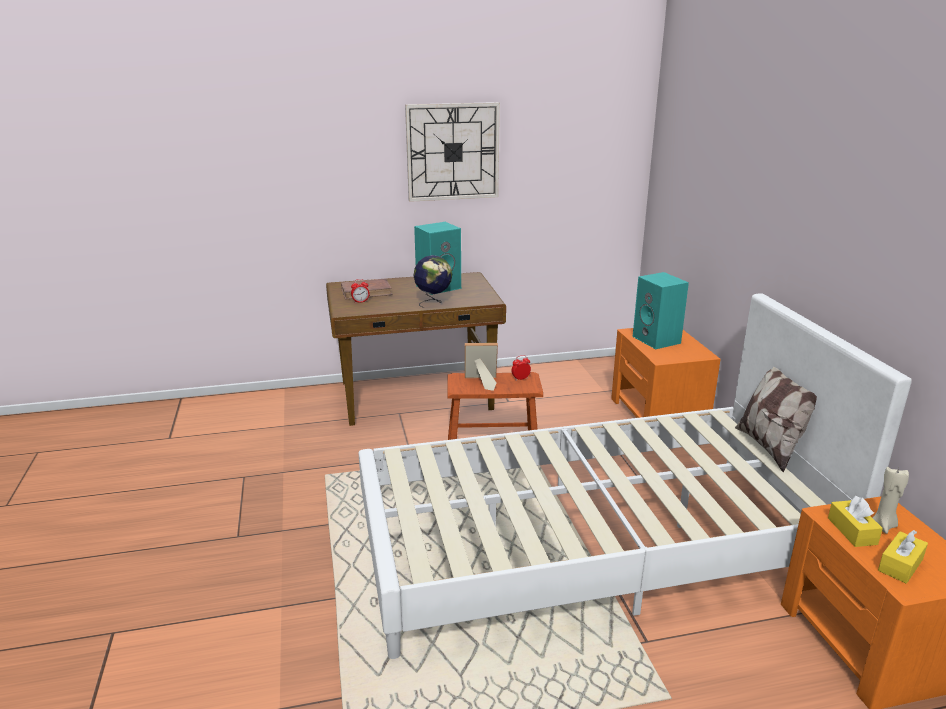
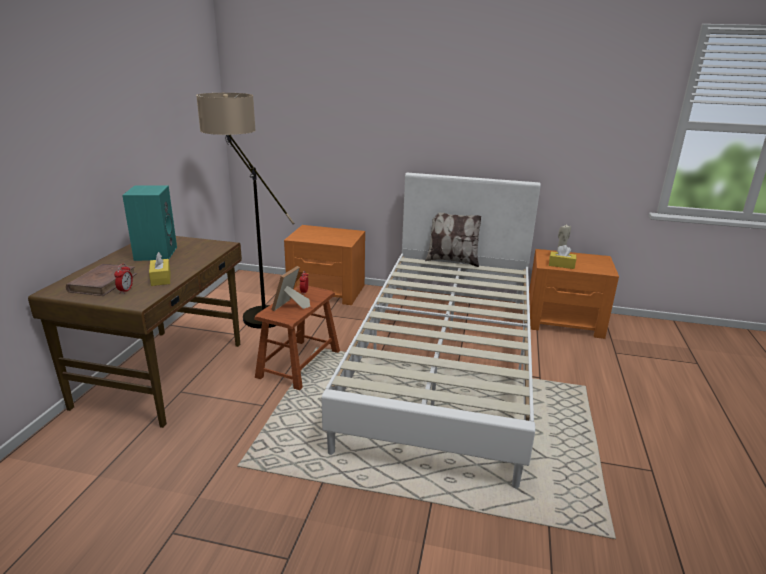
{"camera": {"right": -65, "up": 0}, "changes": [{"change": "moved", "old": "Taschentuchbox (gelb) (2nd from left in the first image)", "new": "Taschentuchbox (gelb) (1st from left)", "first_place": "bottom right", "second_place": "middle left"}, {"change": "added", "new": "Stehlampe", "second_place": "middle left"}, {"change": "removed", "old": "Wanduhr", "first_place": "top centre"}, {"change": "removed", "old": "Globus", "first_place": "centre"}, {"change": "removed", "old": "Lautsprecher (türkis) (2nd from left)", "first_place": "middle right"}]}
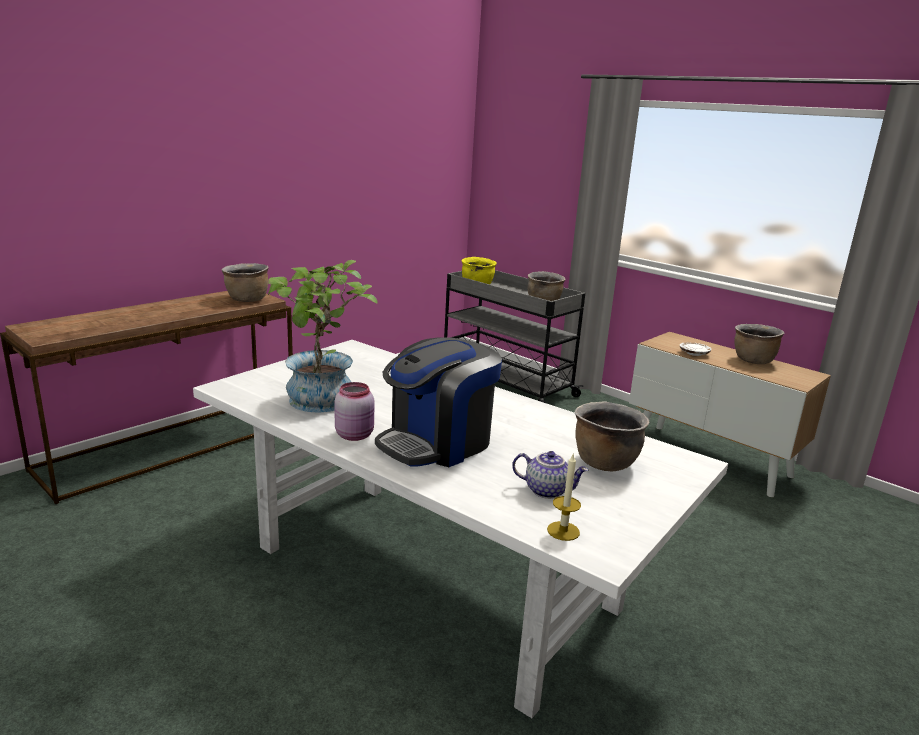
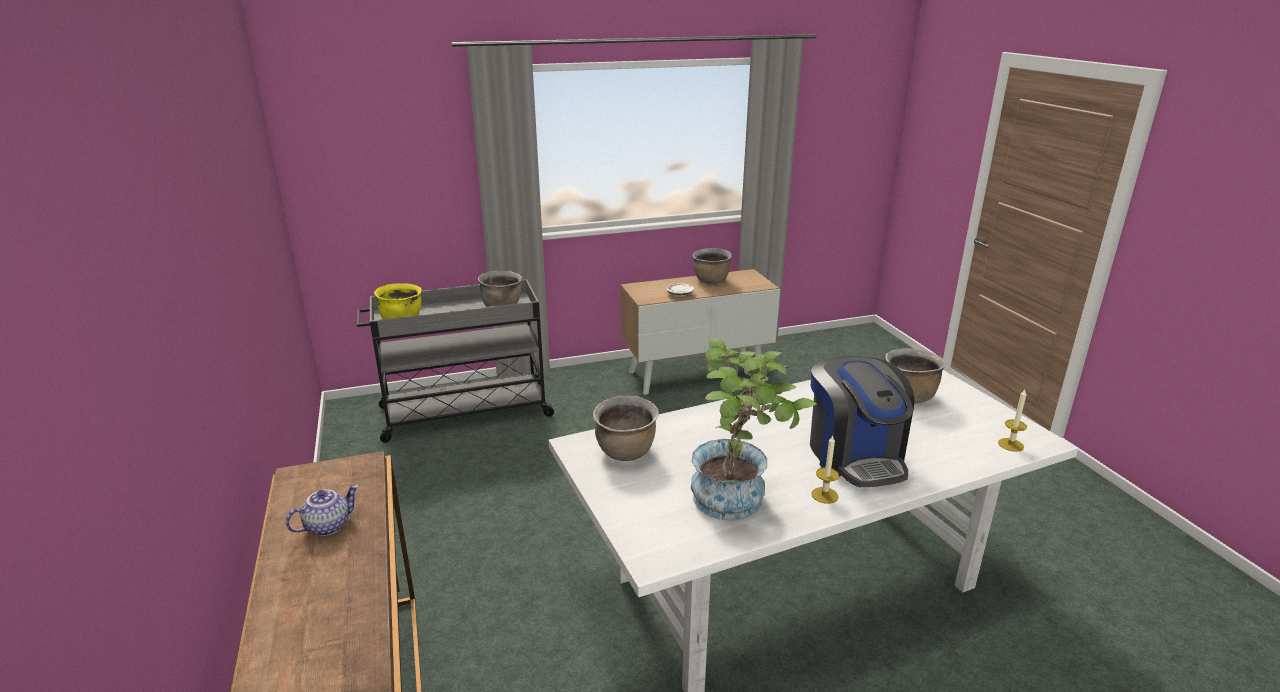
{"camera": {"right": -60, "up": 5}, "changes": [{"change": "moved", "old": "Teekanne", "first_place": "centre", "second_place": "bottom left"}, {"change": "moved", "old": "Kochtopf (braun) (1st from left in the first image)", "new": "Kochtopf (braun) (2nd from left)", "first_place": "middle left", "second_place": "centre"}, {"change": "replaced", "old": "Vorratsglas (rosa)", "new": "Kerze (1st from left)", "first_place": "centre", "second_place": "bottom centre"}]}
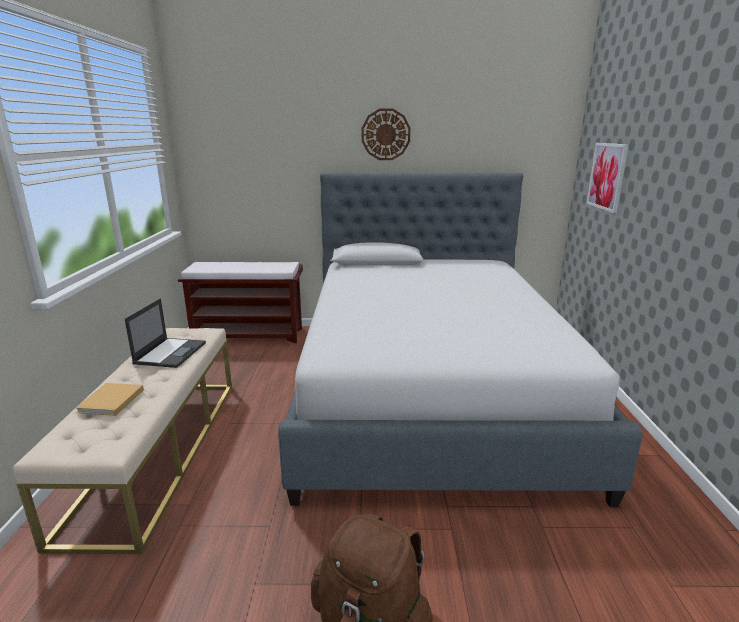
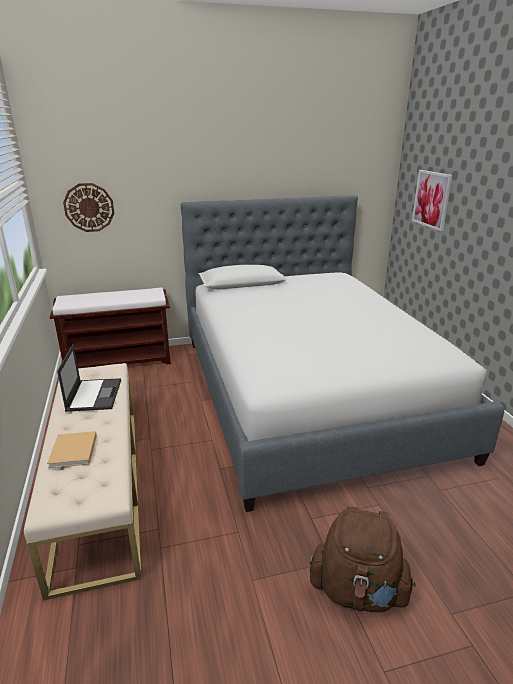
{"camera": {"right": -15, "up": 5}, "changes": [{"change": "moved", "old": "Wanduhr", "first_place": "top centre", "second_place": "top left"}]}
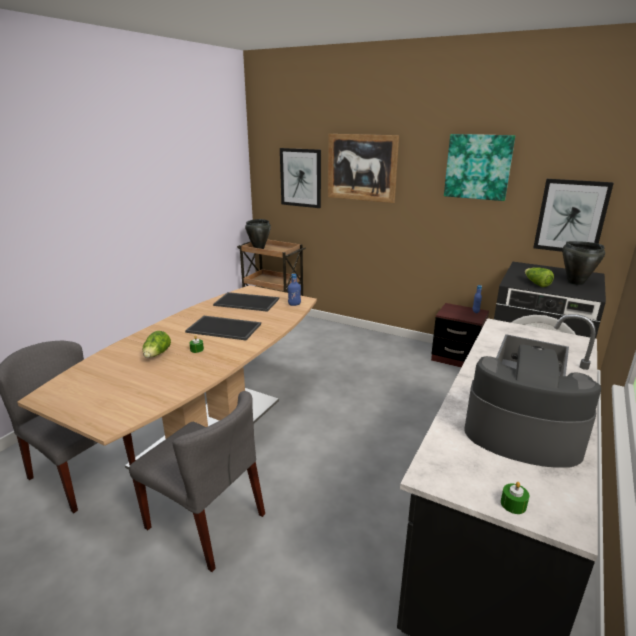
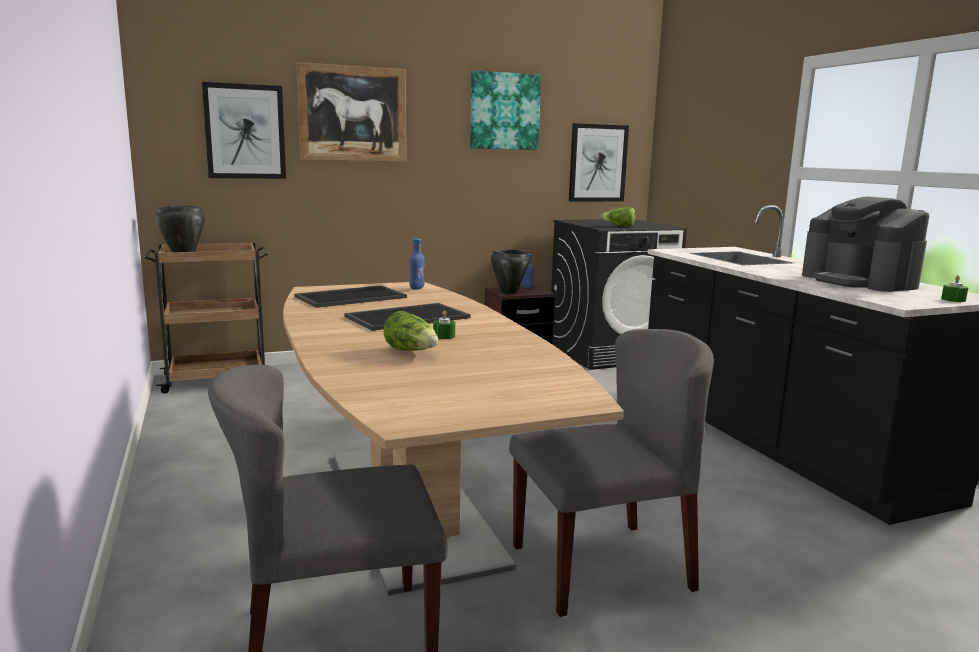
{"camera": {"right": -50, "up": -10}, "changes": [{"change": "moved", "old": "Kochtopf (schwarz) (2nd from left)", "first_place": "middle right", "second_place": "centre"}, {"change": "turned", "old": "Kaffeemaschine", "first_place": "middle right", "second_place": "middle right", "degrees": -90}]}
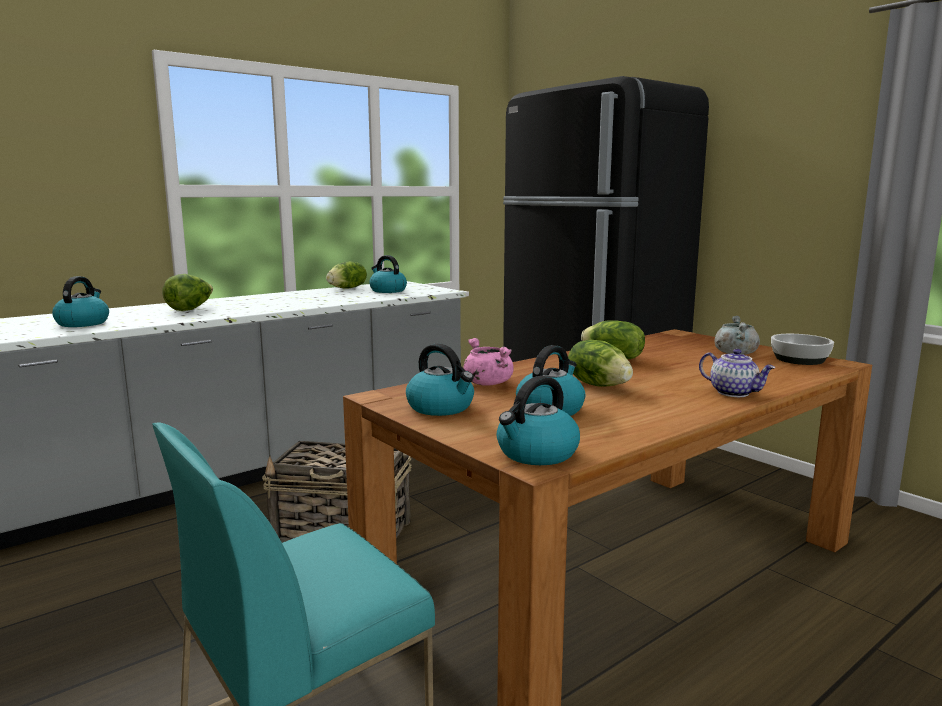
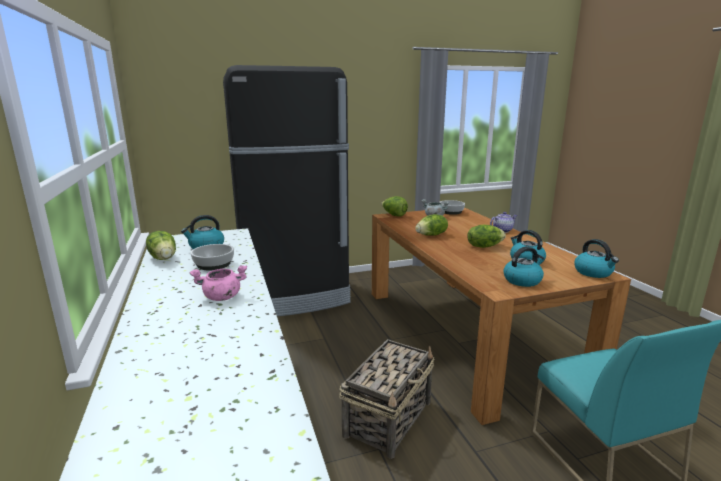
{"camera": {"right": -70, "up": 5}, "changes": [{"change": "moved", "old": "Kochtopf (rosa)", "first_place": "centre", "second_place": "middle left"}, {"change": "added", "new": "Schüssel (1st from left)", "second_place": "middle left"}, {"change": "moved", "old": "Salatkopf (1st from left in the first image)", "new": "Salatkopf (2nd from left)", "first_place": "middle left", "second_place": "centre"}, {"change": "removed", "old": "Wasserkessel (1st from left)", "first_place": "middle left"}]}
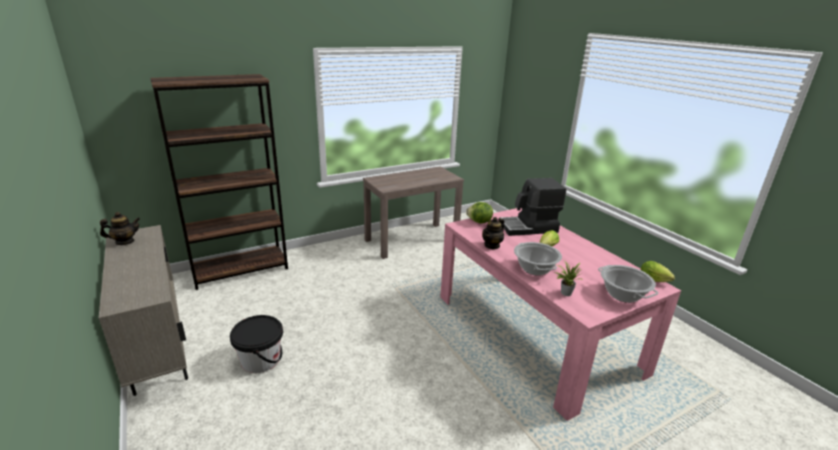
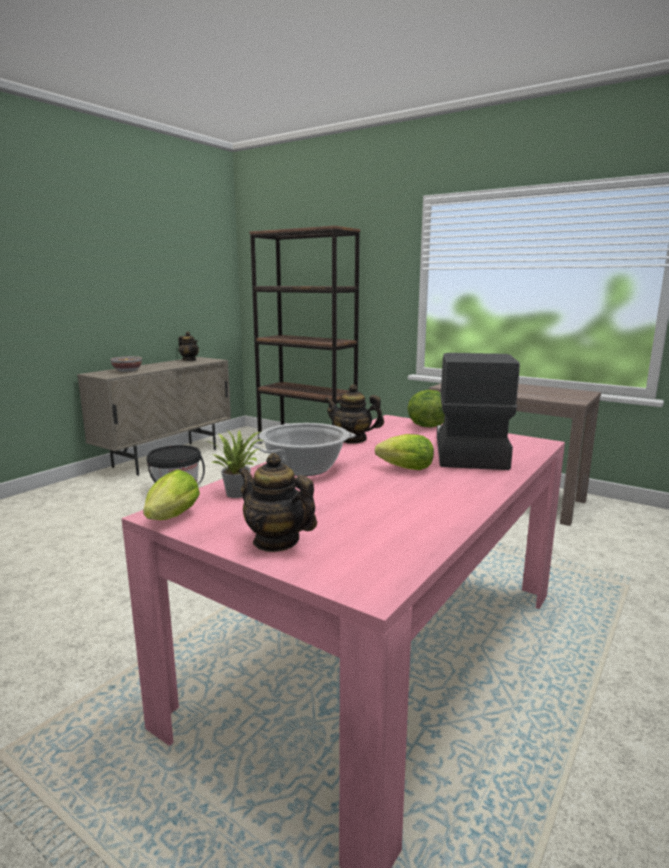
{"camera": {"right": 65, "up": -10}, "changes": [{"change": "added", "new": "Schüssel", "second_place": "middle left"}, {"change": "moved", "old": "Salatkopf (3rd from left in the first image)", "new": "Salatkopf (1st from left)", "first_place": "middle right", "second_place": "middle left"}, {"change": "replaced", "old": "Kochtopf (2nd from left)", "new": "Teekanne (2nd from left)", "first_place": "middle right", "second_place": "centre"}, {"change": "turned", "old": "Kaffeemaschine", "first_place": "centre", "second_place": "middle right", "degrees": 45}]}
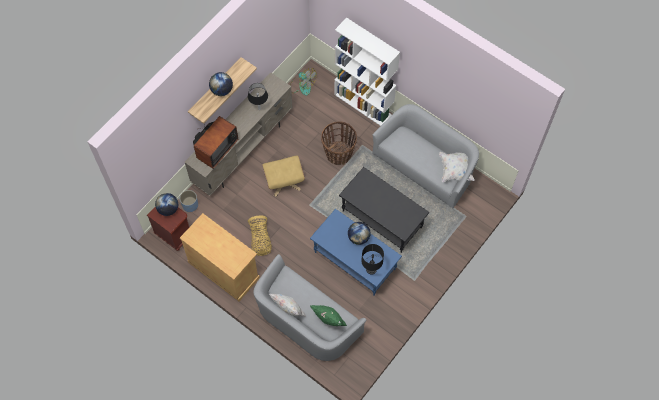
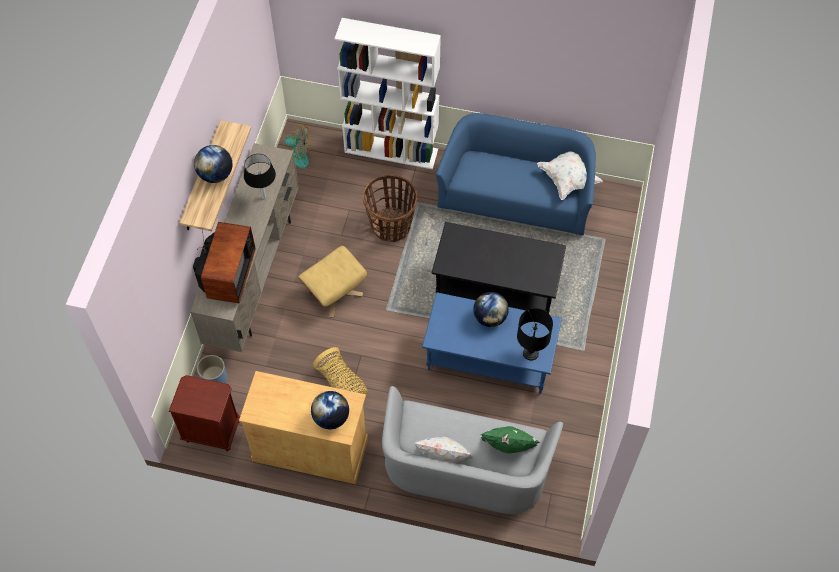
{"camera": {"right": -25, "up": -5}, "changes": [{"change": "moved", "old": "Globus (1st from left in the first image)", "new": "Globus (2nd from left)", "first_place": "middle left", "second_place": "bottom centre"}, {"change": "recoloured", "old": "Sofa (grau) (2nd from left)", "new": "Sofa (blau)", "first_place": "centre", "second_place": "top centre"}]}
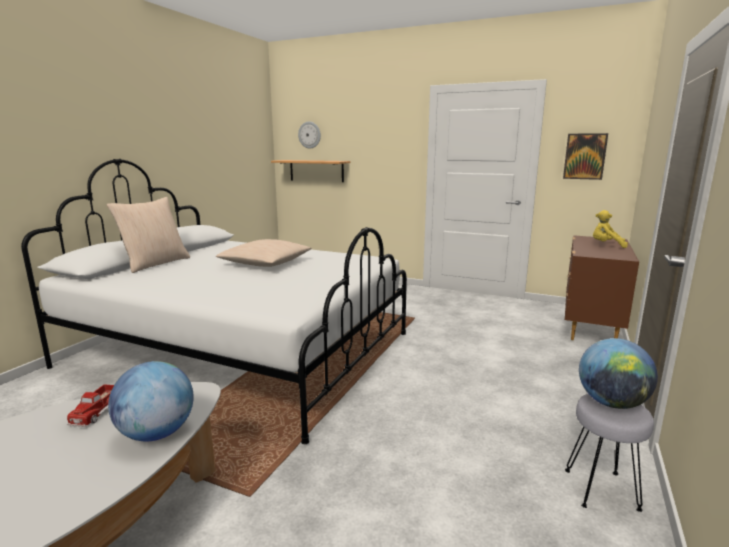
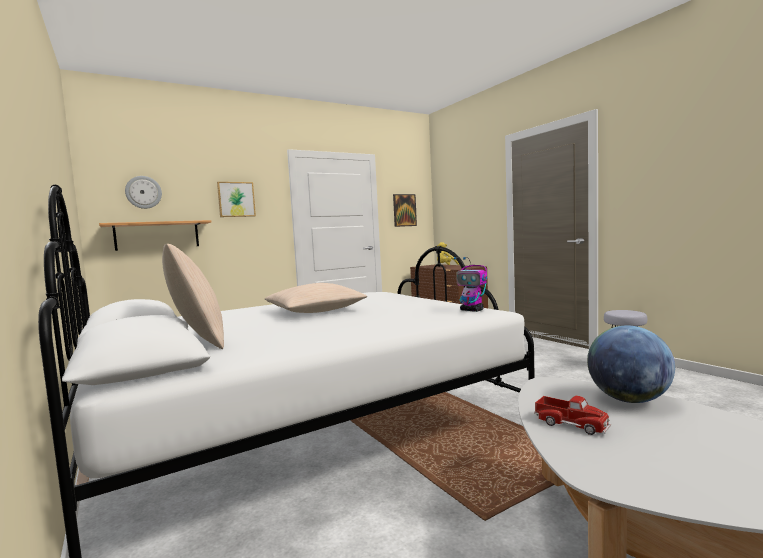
{"camera": {"right": -55, "up": -10}, "changes": [{"change": "added", "new": "Bild (1st from left)", "second_place": "middle left"}, {"change": "added", "new": "Spielzeugroboter", "second_place": "centre"}, {"change": "removed", "old": "Globus (2nd from left)", "first_place": "bottom right"}]}
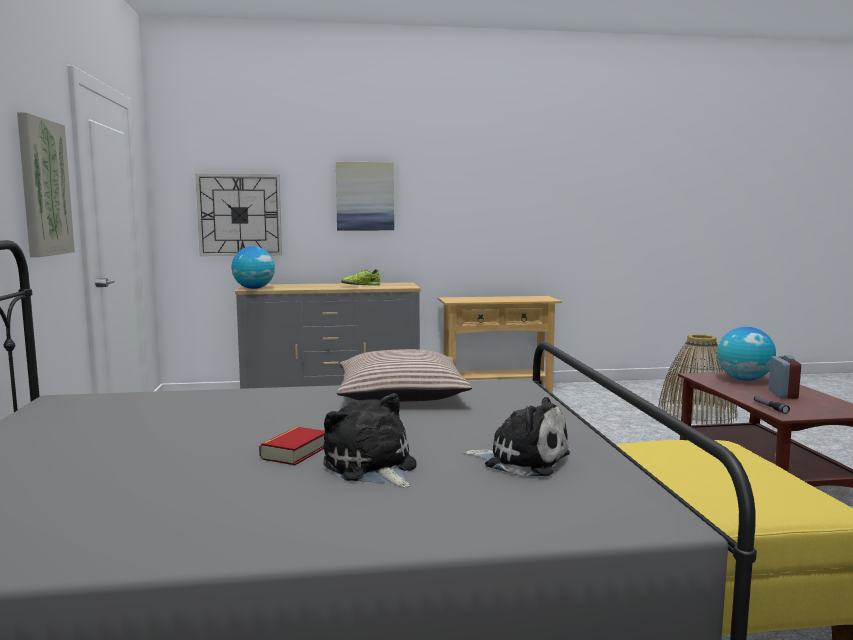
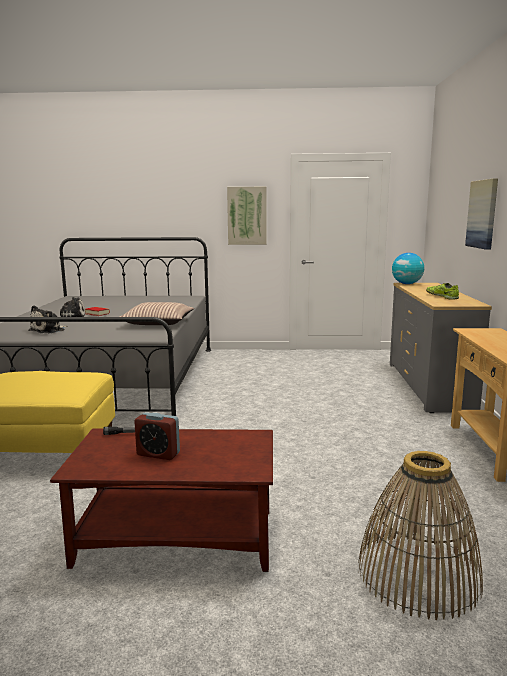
{"camera": {"right": 100, "up": 5}, "changes": [{"change": "removed", "old": "Wanduhr", "first_place": "middle left"}, {"change": "removed", "old": "Globus (2nd from left)", "first_place": "middle right"}]}
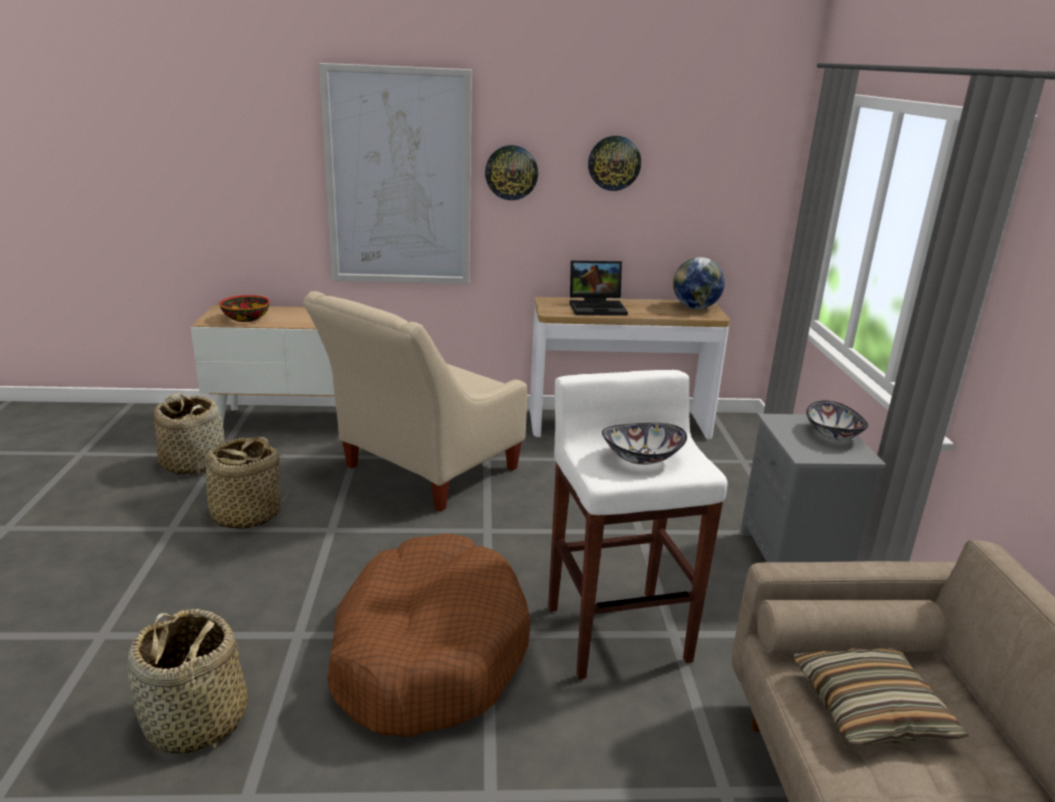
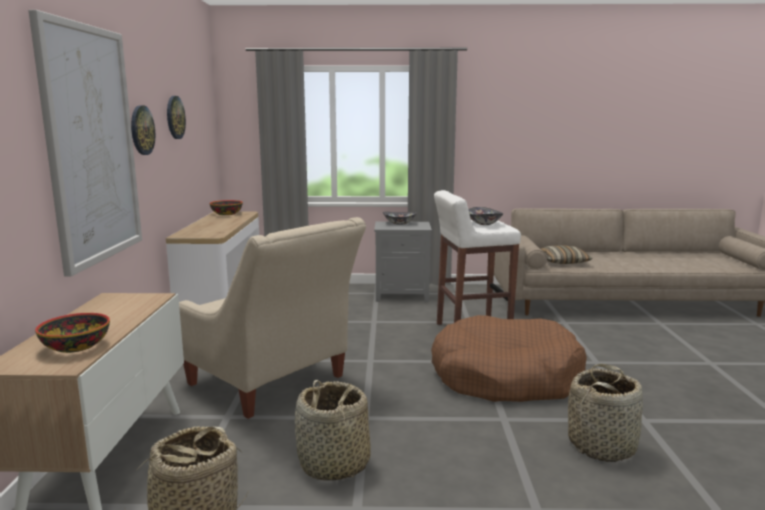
{"camera": {"right": -85, "up": -10}, "changes": [{"change": "replaced", "old": "Globus", "new": "Schüssel (2nd from left)", "first_place": "centre", "second_place": "middle left"}, {"change": "removed", "old": "Laptop", "first_place": "centre"}]}
